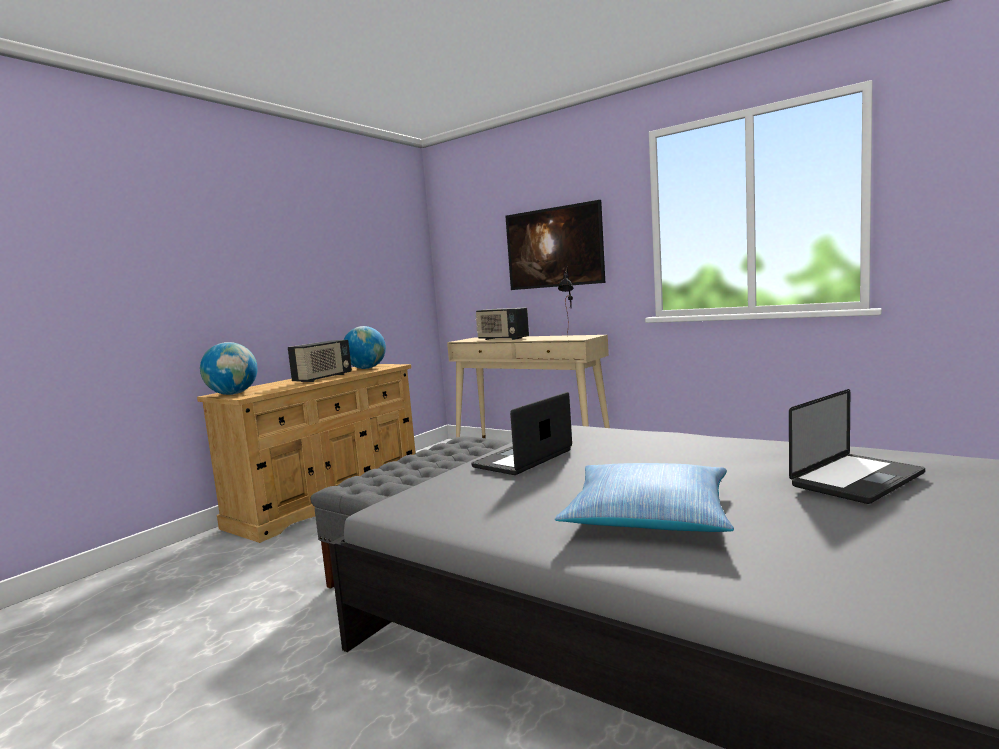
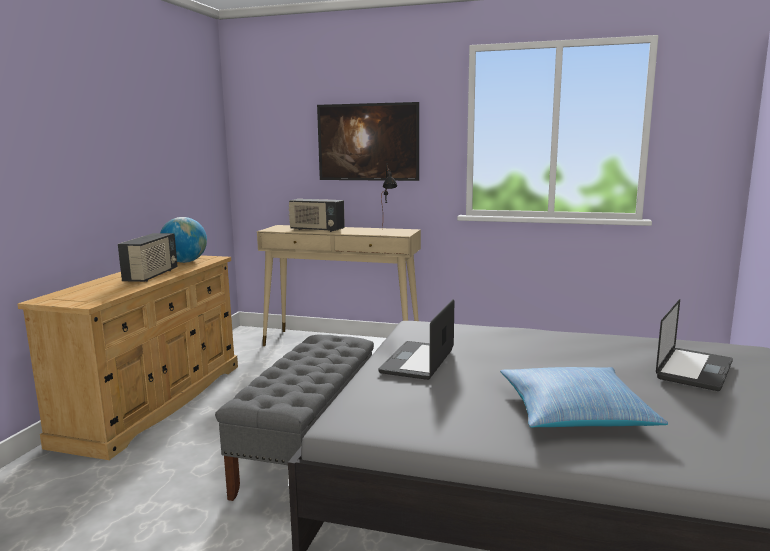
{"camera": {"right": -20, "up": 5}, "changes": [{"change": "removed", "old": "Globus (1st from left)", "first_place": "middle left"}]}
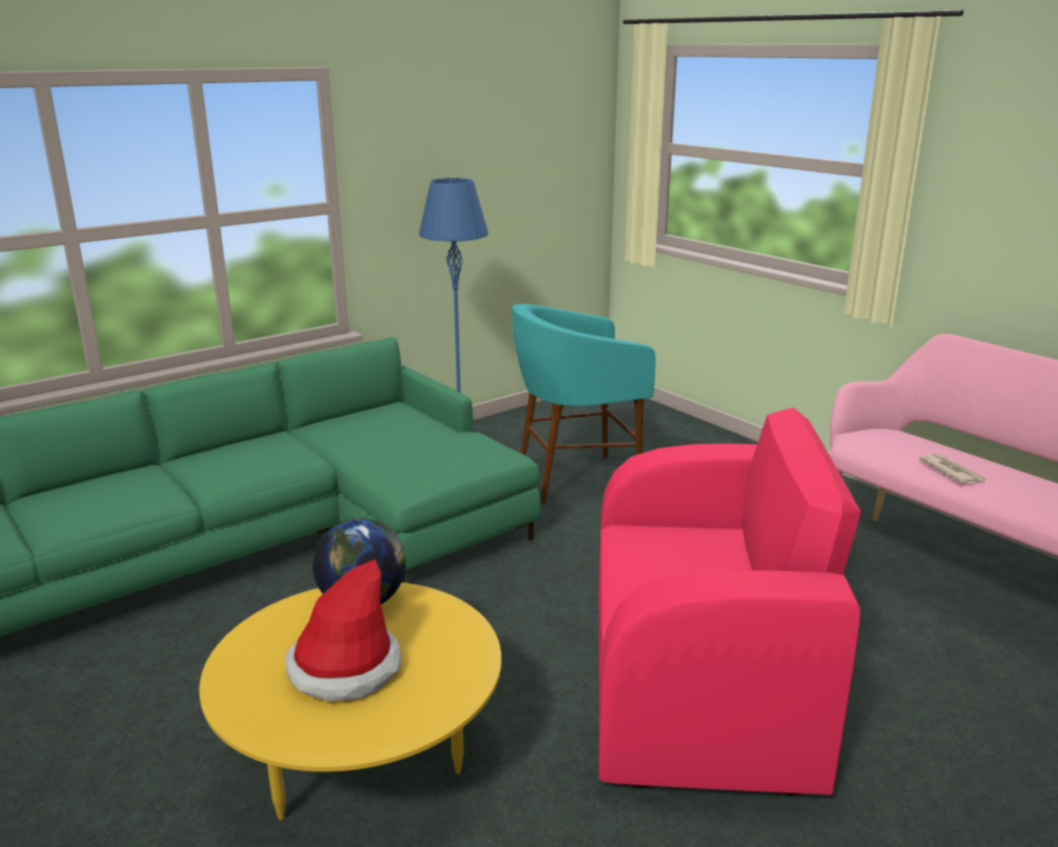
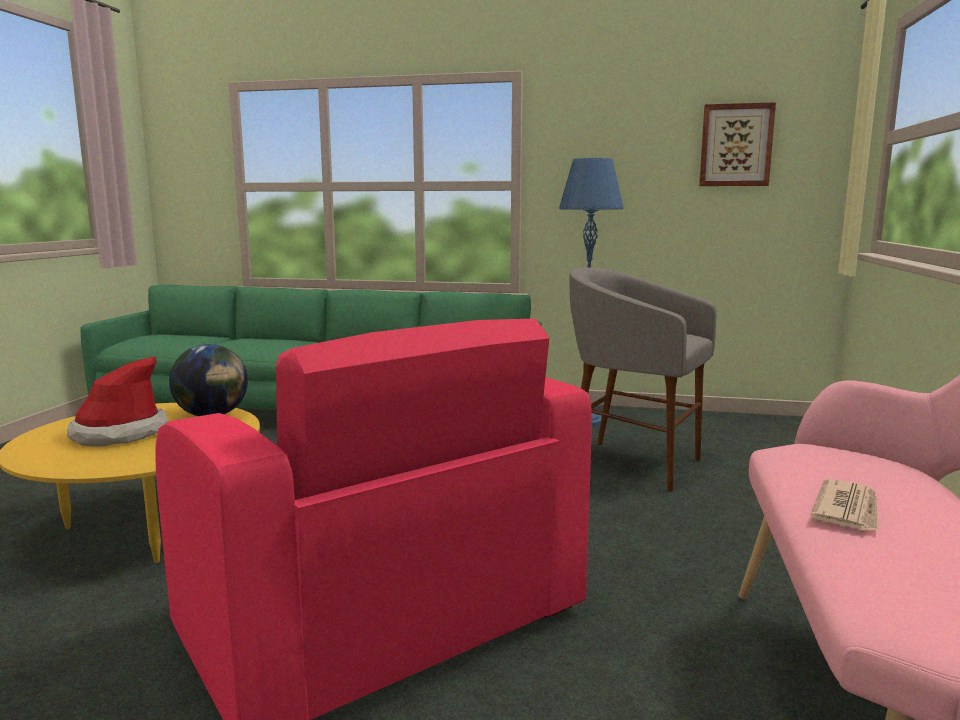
{"camera": {"right": 50, "up": -10}, "changes": [{"change": "recoloured", "old": "Hocker (türkis)", "new": "Hocker (grau)", "first_place": "centre", "second_place": "middle right"}, {"change": "added", "new": "Bild", "second_place": "top right"}]}
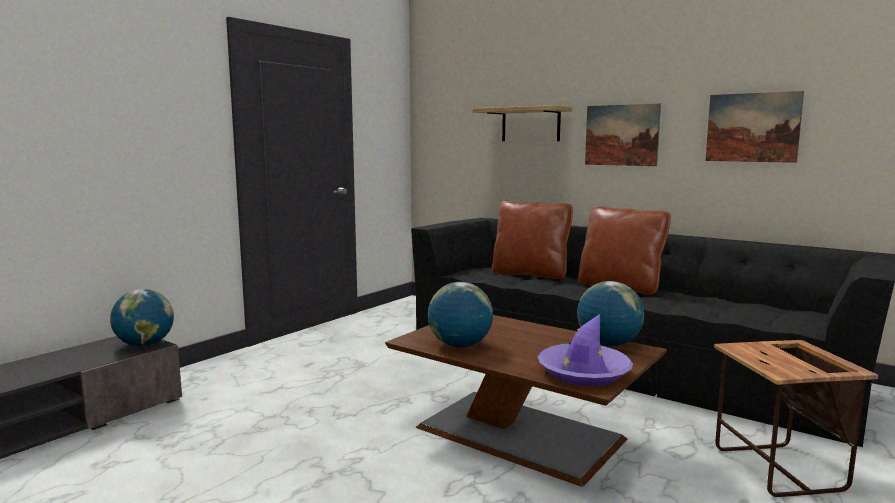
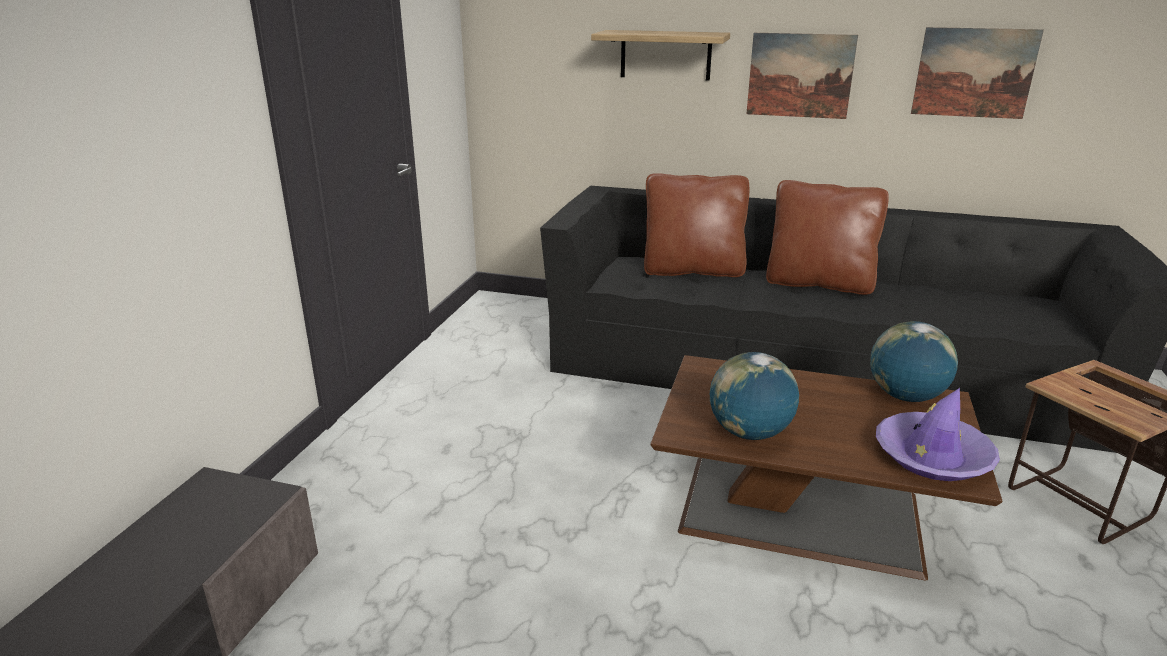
{"camera": {"right": -20, "up": 15}, "changes": [{"change": "removed", "old": "Globus (1st from left)", "first_place": "middle left"}]}
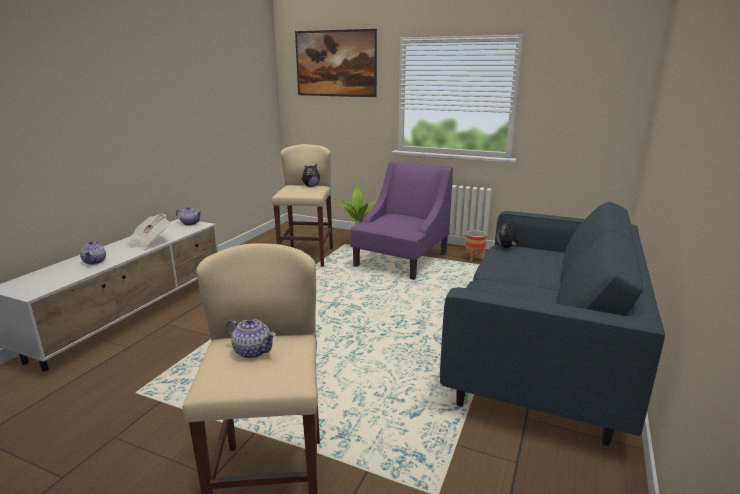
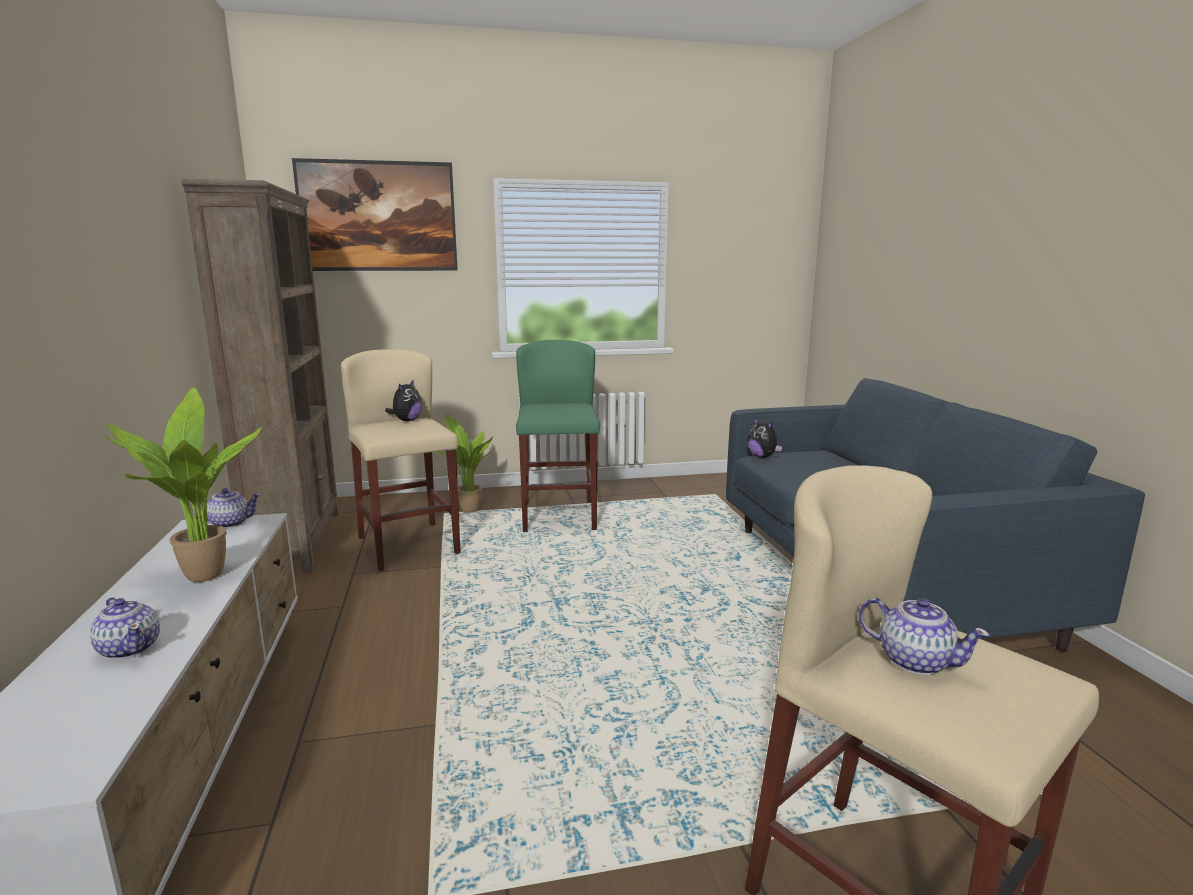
{"camera": {"right": -35, "up": -5}, "changes": [{"change": "replaced", "old": "Zeitung", "new": "Topfpflanze (1st from left)", "first_place": "middle left", "second_place": "middle left"}, {"change": "added", "new": "Bücherregal (braun)", "second_place": "middle left"}, {"change": "replaced", "old": "Sessel (lila)", "new": "Hocker (grün)", "first_place": "centre", "second_place": "centre"}, {"change": "turned", "old": "Teekanne (3rd from left)", "first_place": "bottom centre", "second_place": "bottom right", "degrees": 45}, {"change": "removed", "old": "Pflanzkübel", "first_place": "centre"}]}
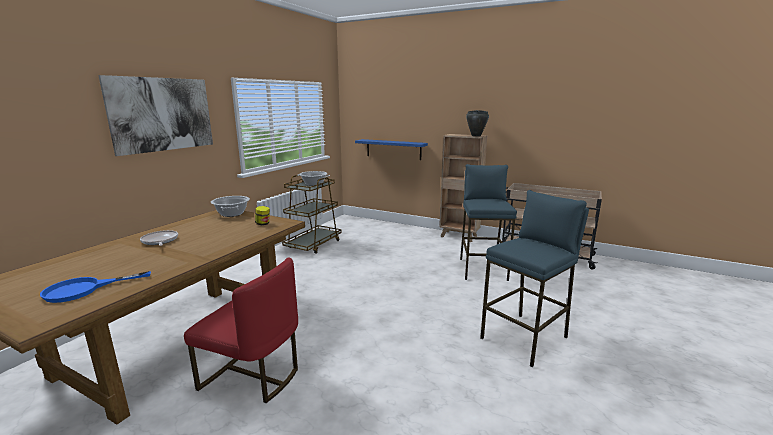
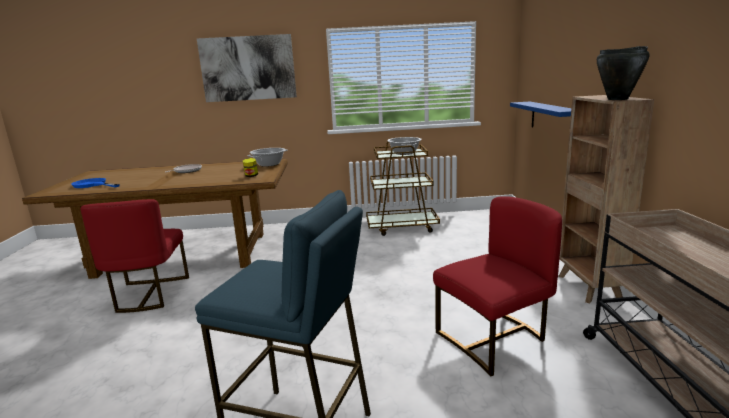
{"camera": {"right": 60, "up": 0}, "changes": [{"change": "replaced", "old": "Hocker (blau) (1st from left)", "new": "Stuhl (rot) (2nd from left)", "first_place": "centre", "second_place": "bottom right"}]}
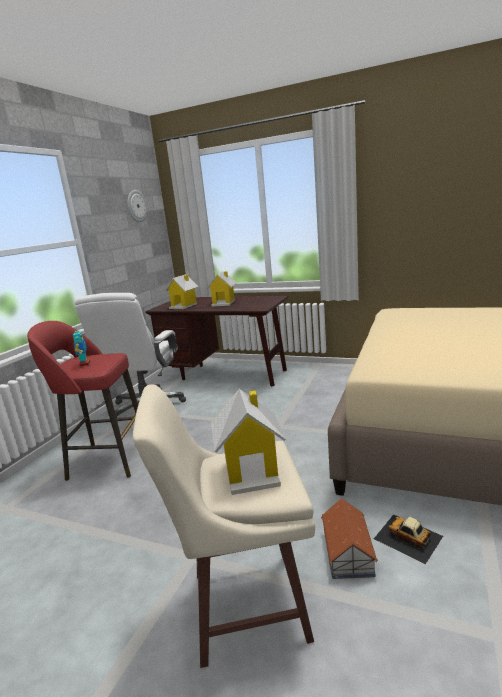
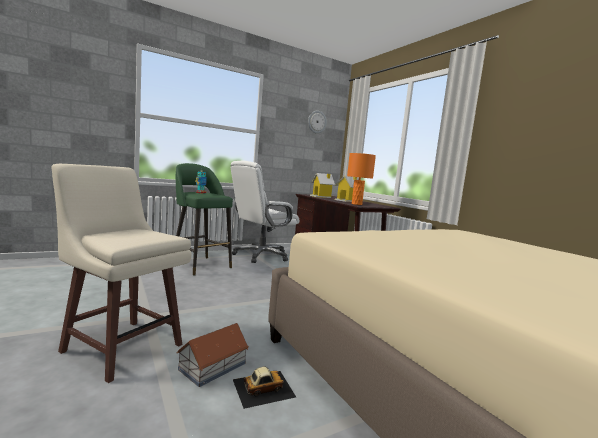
{"camera": {"right": 35, "up": -10}, "changes": [{"change": "recoloured", "old": "Hocker (rot)", "new": "Hocker (grün)", "first_place": "middle left", "second_place": "centre"}, {"change": "turned", "old": "Spielzeugauto", "first_place": "bottom right", "second_place": "bottom centre", "degrees": 75}, {"change": "added", "new": "Tischlampe (orange)", "second_place": "centre"}, {"change": "removed", "old": "Spielzeughaus (3rd from left)", "first_place": "centre"}]}
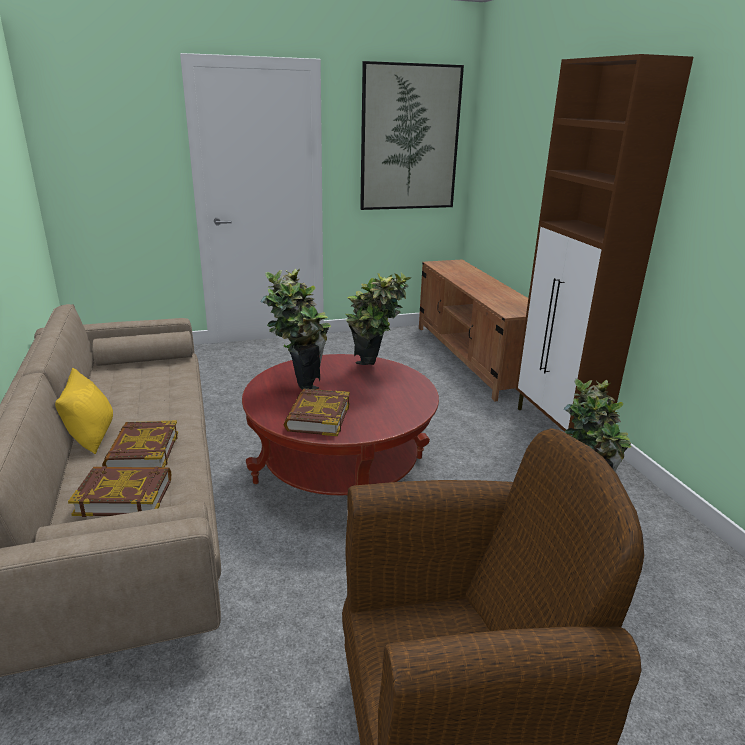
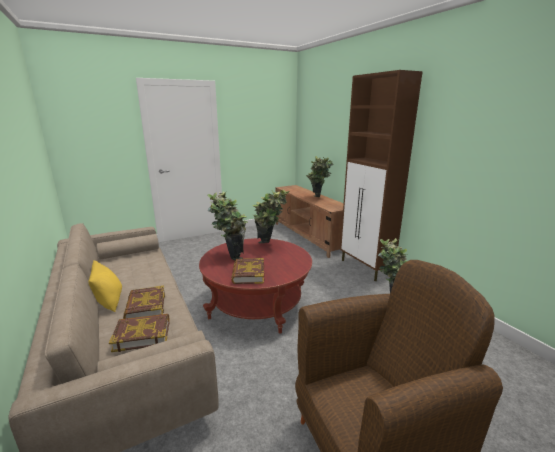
{"camera": {"right": -10, "up": -5}, "changes": [{"change": "added", "new": "Topfpflanze (3rd from left)", "second_place": "centre"}, {"change": "removed", "old": "Bild", "first_place": "top centre"}]}
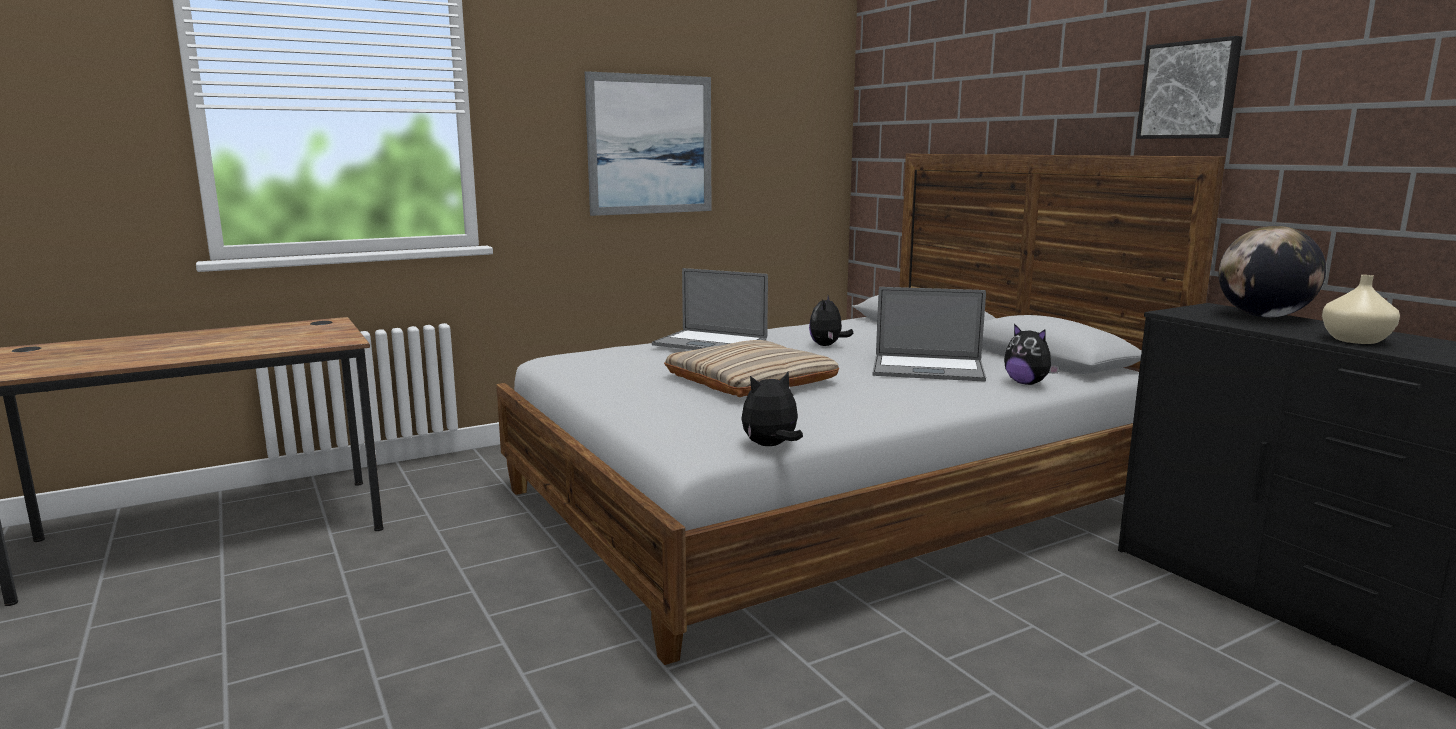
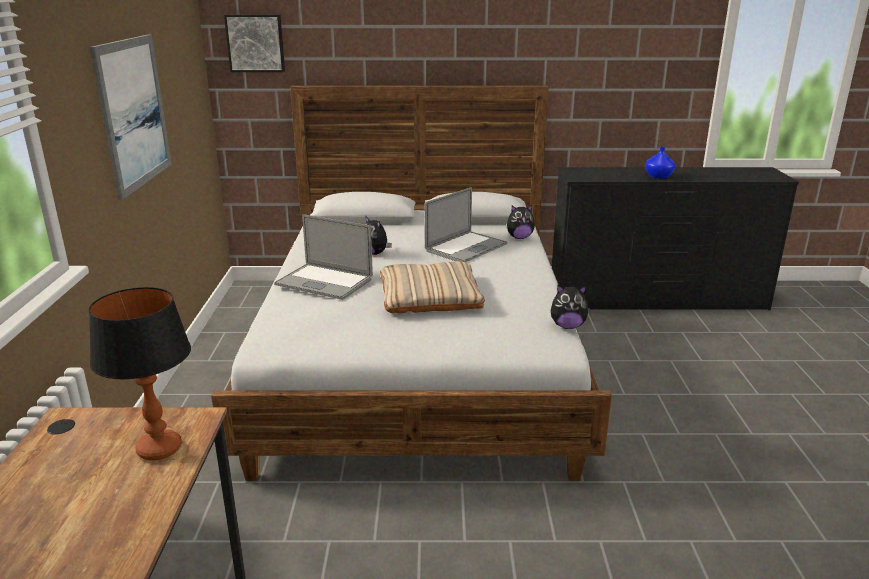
{"camera": {"right": -60, "up": 10}, "changes": [{"change": "added", "new": "Tischlampe", "second_place": "middle left"}, {"change": "moved", "old": "Bild (2nd from left)", "first_place": "top right", "second_place": "top left"}, {"change": "turned", "old": "Laptop (1st from left)", "first_place": "centre", "second_place": "centre", "degrees": 60}, {"change": "turned", "old": "Plüschtier (1st from left in the first image)", "first_place": "centre", "second_place": "centre", "degrees": -90}, {"change": "recoloured", "old": "Vase (beige)", "new": "Vase (blau)", "first_place": "middle right", "second_place": "top right"}, {"change": "removed", "old": "Globus", "first_place": "middle right"}]}
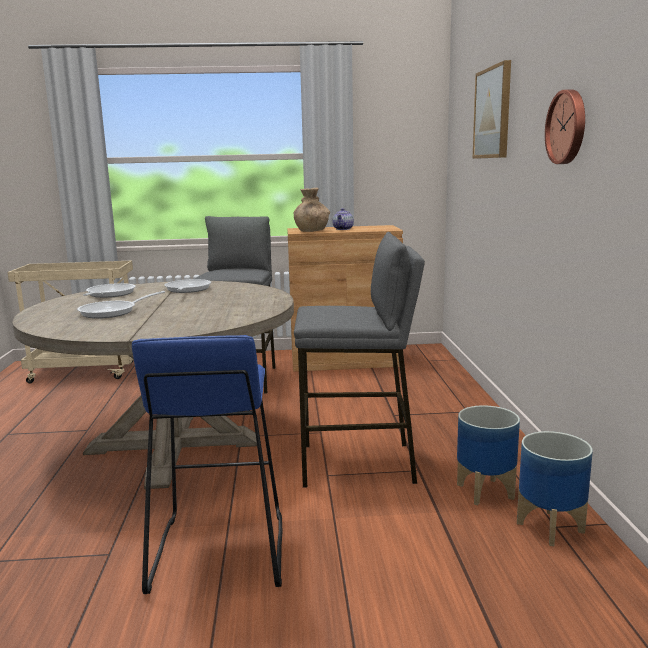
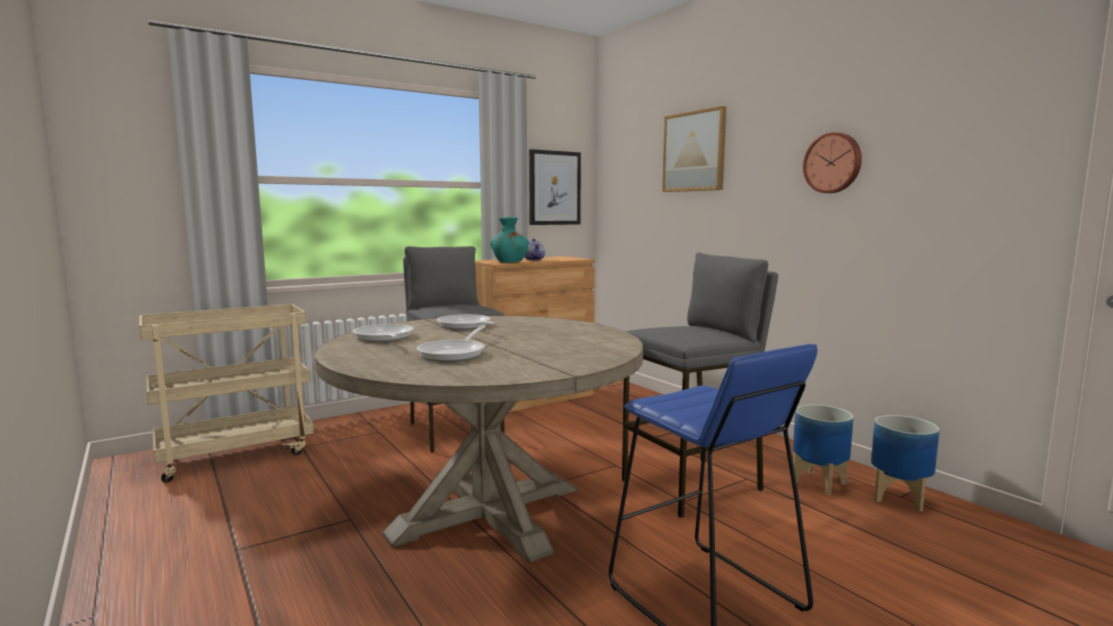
{"camera": {"right": -30, "up": -5}, "changes": [{"change": "recoloured", "old": "Vase (braun)", "new": "Vase (türkis)", "first_place": "top centre", "second_place": "centre"}, {"change": "added", "new": "Bild (1st from left)", "second_place": "top centre"}]}
